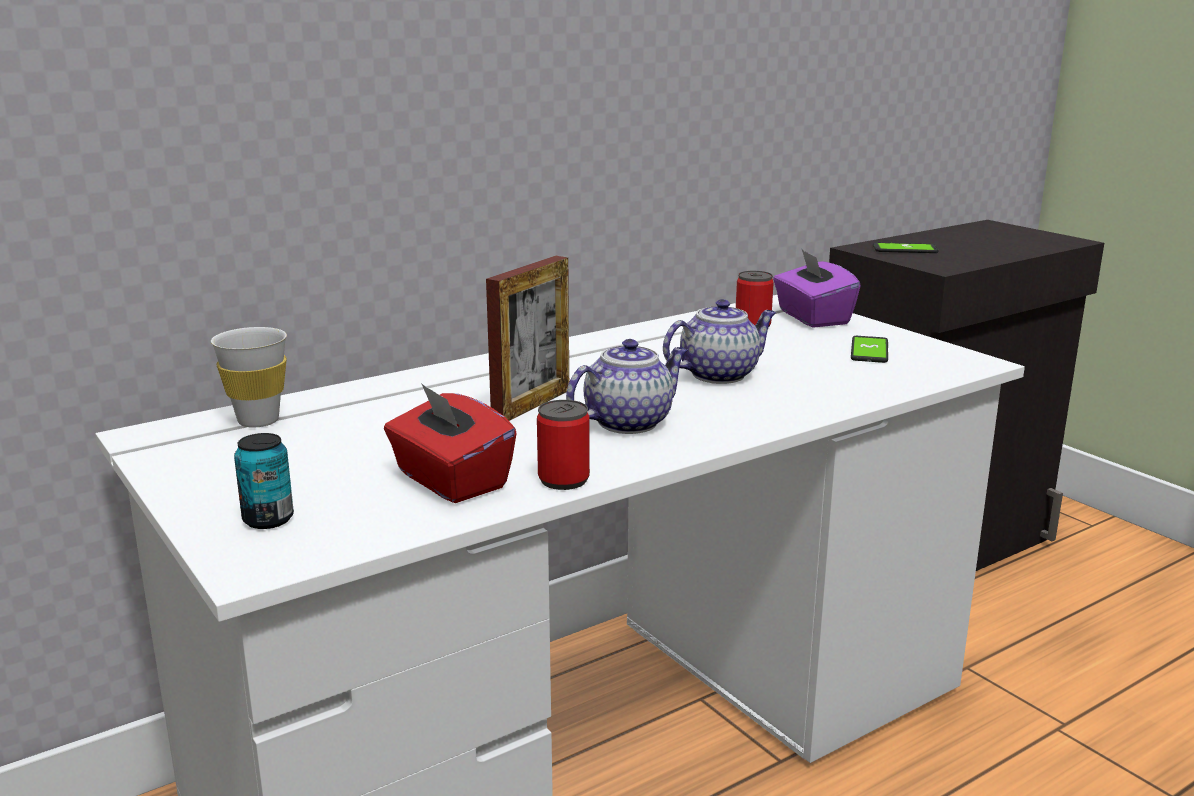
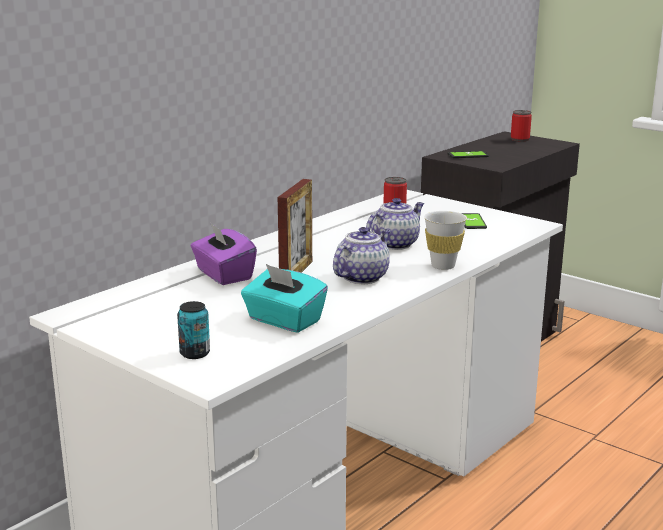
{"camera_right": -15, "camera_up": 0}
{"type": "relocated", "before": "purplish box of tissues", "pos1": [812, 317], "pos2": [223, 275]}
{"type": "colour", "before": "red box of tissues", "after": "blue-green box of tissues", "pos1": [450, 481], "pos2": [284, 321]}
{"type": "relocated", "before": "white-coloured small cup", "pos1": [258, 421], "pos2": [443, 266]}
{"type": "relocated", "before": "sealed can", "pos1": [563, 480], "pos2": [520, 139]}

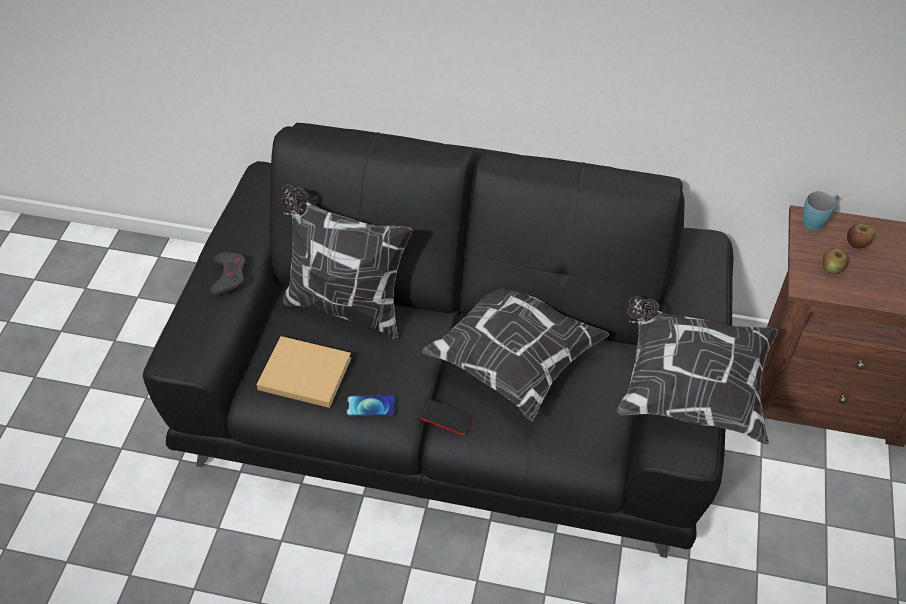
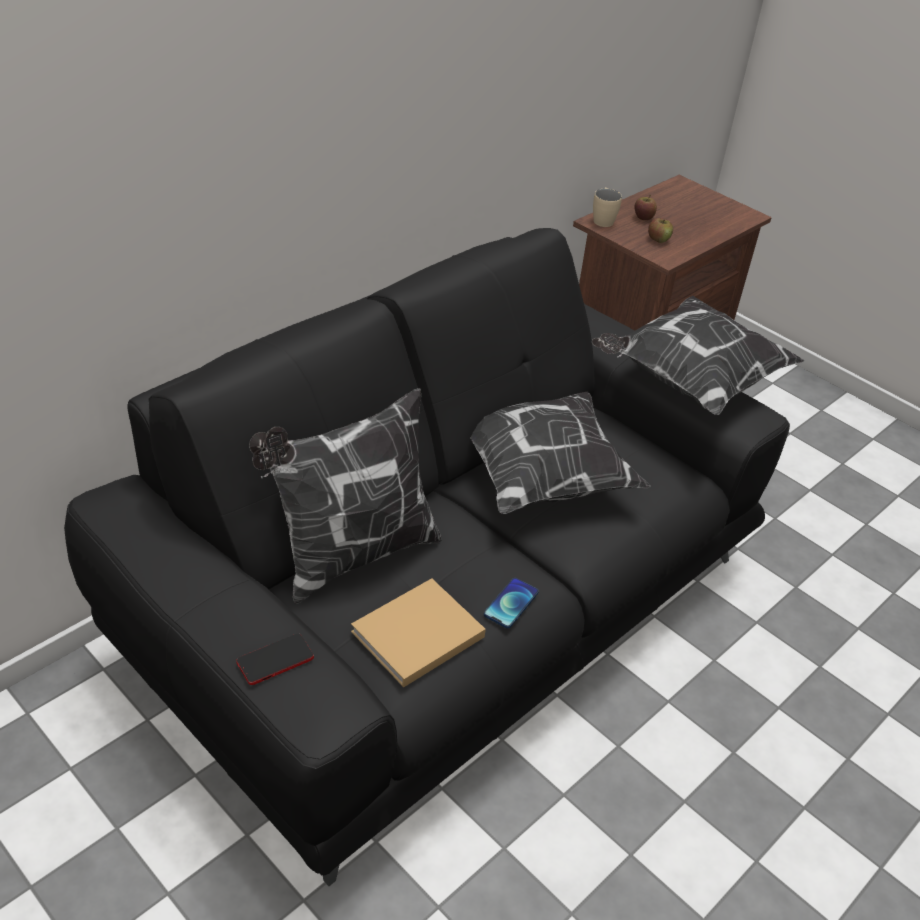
{"camera_right": -60, "camera_up": -10}
{"type": "relocated", "before": "handset", "pos1": [446, 418], "pos2": [275, 660]}
{"type": "colour", "before": "blue mug", "after": "sand-coloured mug", "pos1": [817, 220], "pos2": [603, 219]}
{"type": "missing", "before": "grey joypad", "pos1": [229, 276]}

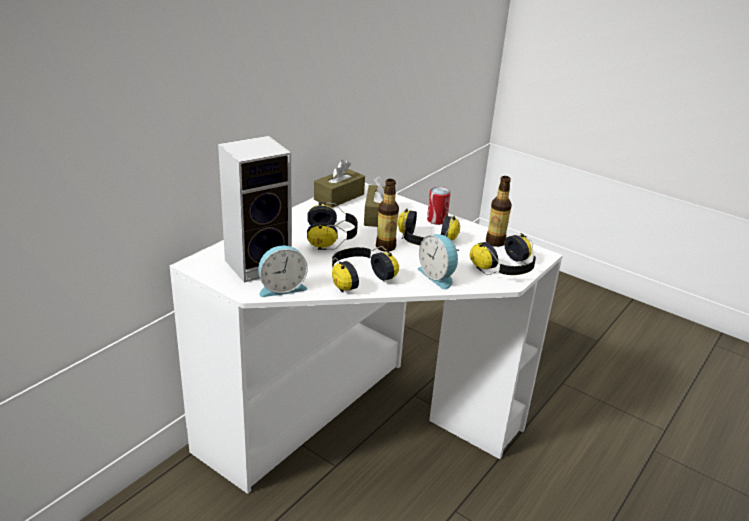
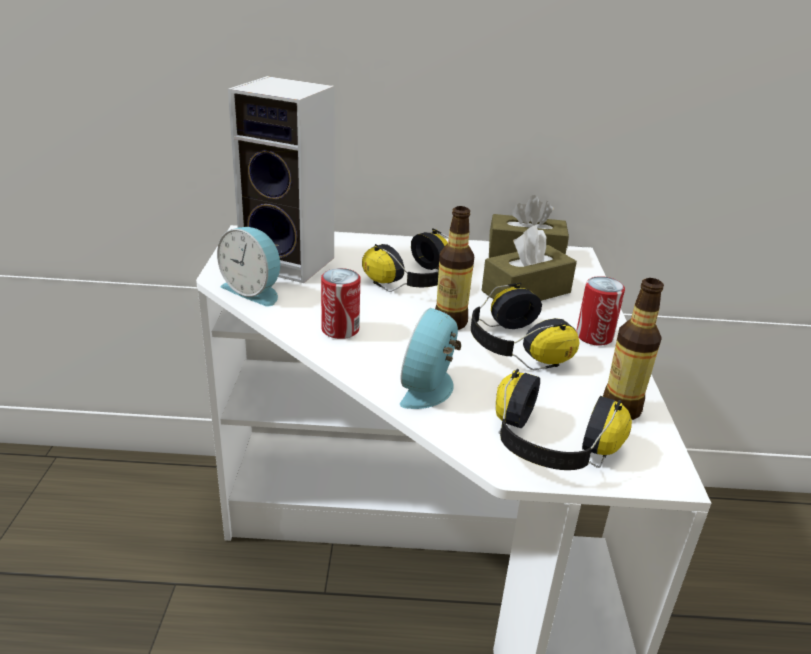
{"camera_right": 55, "camera_up": 0}
{"type": "exchanged", "before": "headphones", "after": "sealed can", "pos1": [358, 278], "pos2": [340, 329]}

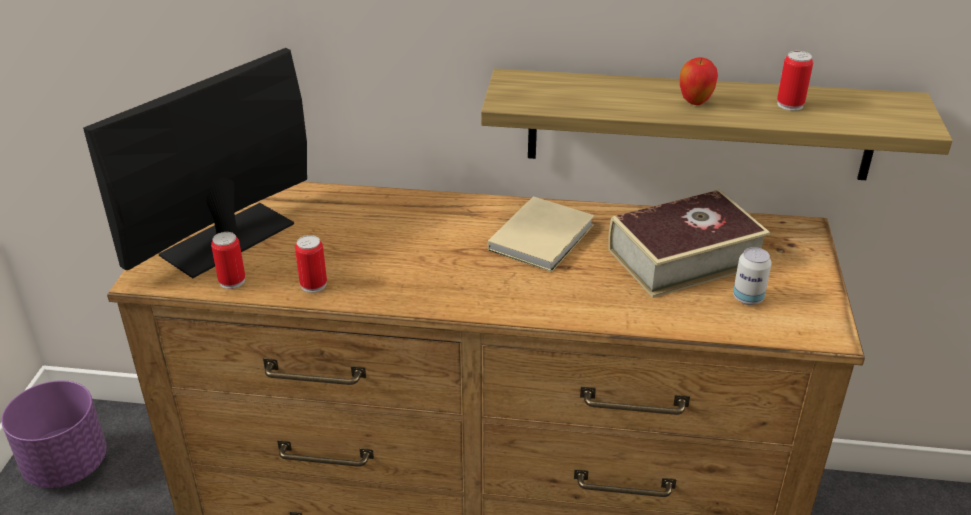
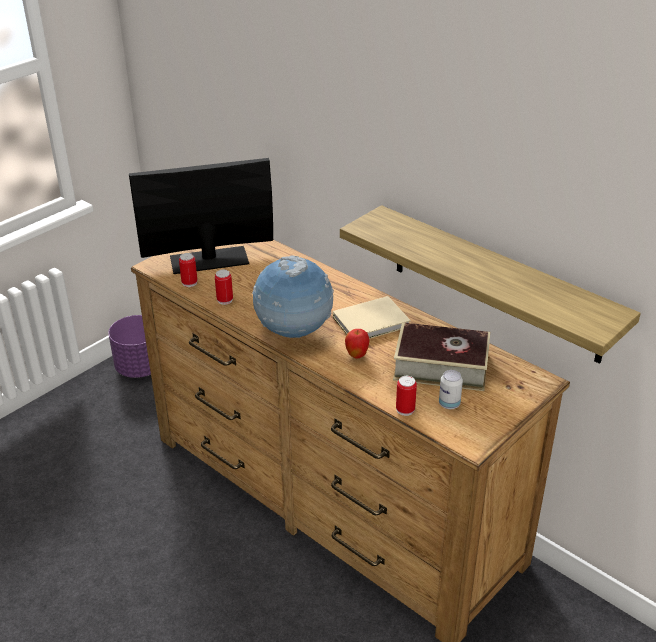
{"camera_right": 35, "camera_up": 0}
{"type": "appeared", "after": "world globe", "pos2": [294, 333]}
{"type": "relocated", "before": "apple fruit", "pos1": [695, 102], "pos2": [357, 355]}
{"type": "relocated", "before": "sealed can", "pos1": [790, 104], "pos2": [405, 409]}

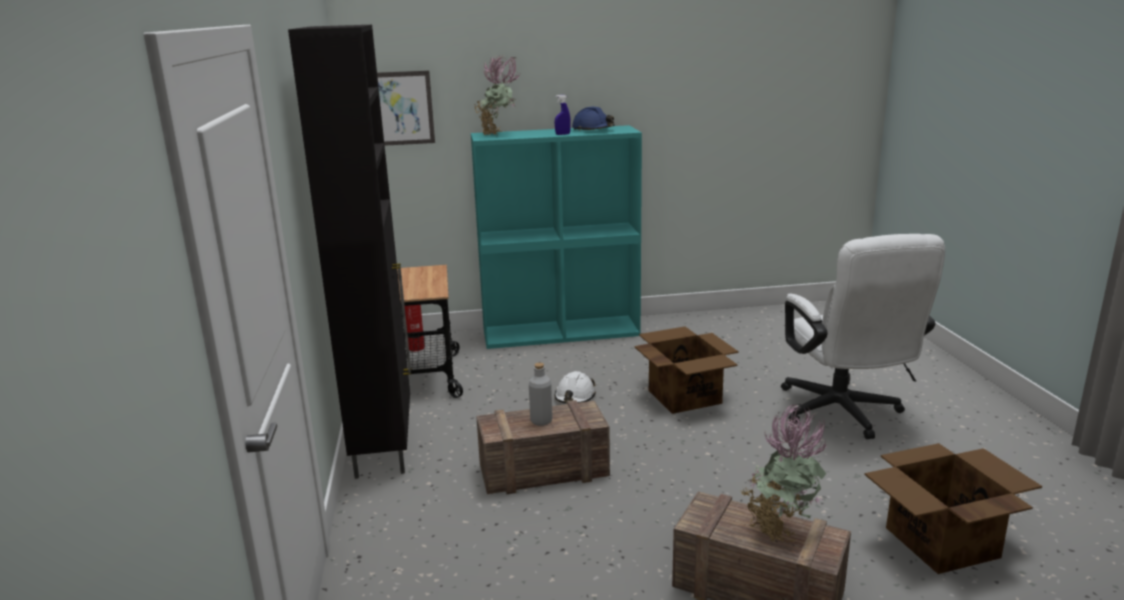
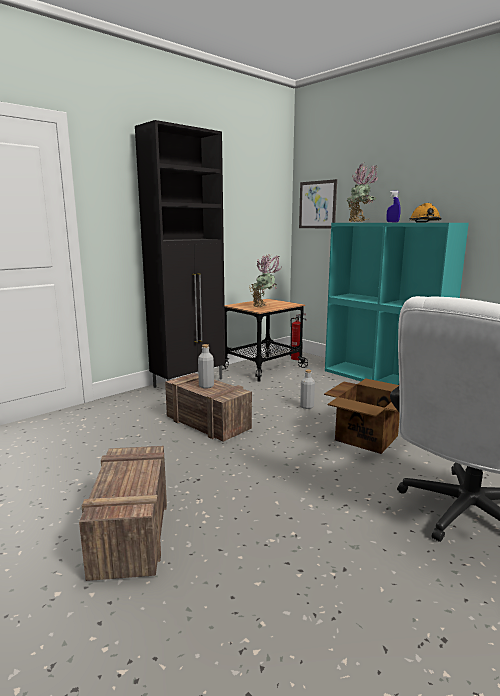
{"camera_right": 55, "camera_up": -5}
{"type": "relocated", "before": "plant in a pot", "pos1": [779, 529], "pos2": [264, 307]}
{"type": "exchanged", "before": "white-coloured hard hat", "after": "grey beverage bottle", "pos1": [575, 397], "pos2": [307, 406]}
{"type": "colour", "before": "blue hard hat", "after": "orangey hard hat", "pos1": [593, 130], "pos2": [425, 222]}
{"type": "missing", "before": "cardboard box", "pos1": [940, 542]}

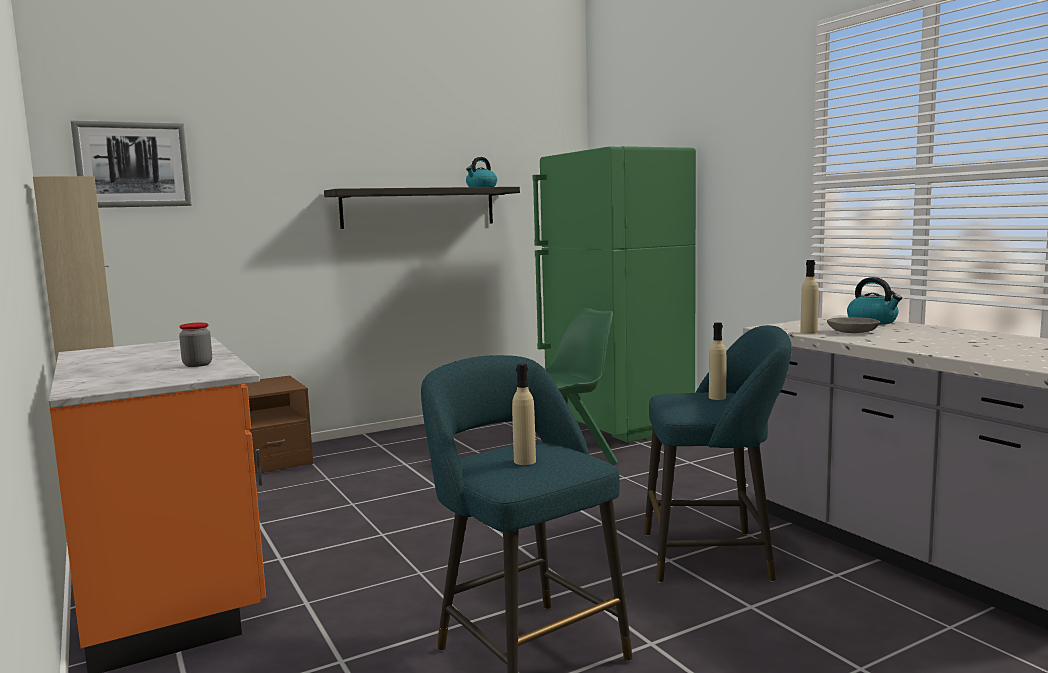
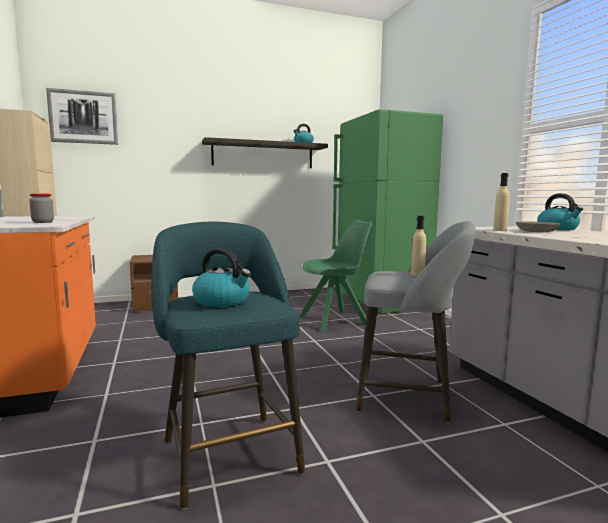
{"camera_right": 10, "camera_up": 0}
{"type": "exchanged", "before": "sand-coloured beverage bottle", "after": "kettle", "pos1": [524, 461], "pos2": [223, 301]}
{"type": "colour", "before": "blue-green stool seat", "after": "grey stool seat", "pos1": [714, 556], "pos2": [409, 397]}

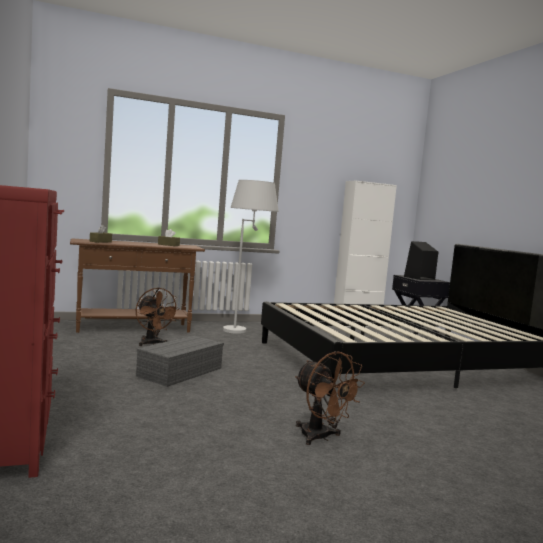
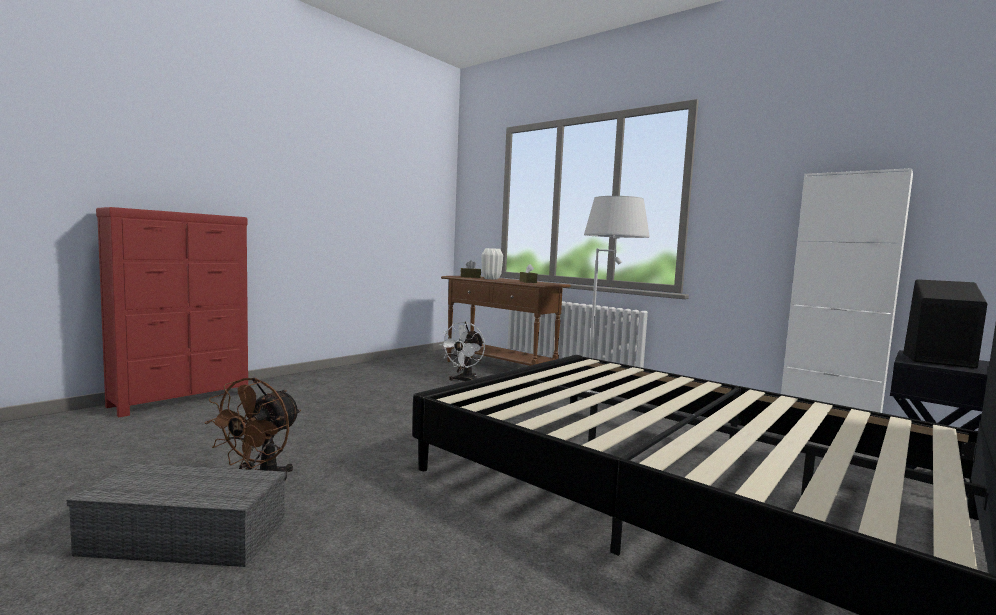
{"camera_right": 60, "camera_up": 0}
{"type": "relocated", "before": "grey storage container", "pos1": [180, 371], "pos2": [189, 536]}
{"type": "colour", "before": "brownish fan", "after": "white-coloured fan", "pos1": [152, 344], "pos2": [464, 381]}
{"type": "appeared", "after": "white-coloured decorative vase", "pos2": [491, 279]}

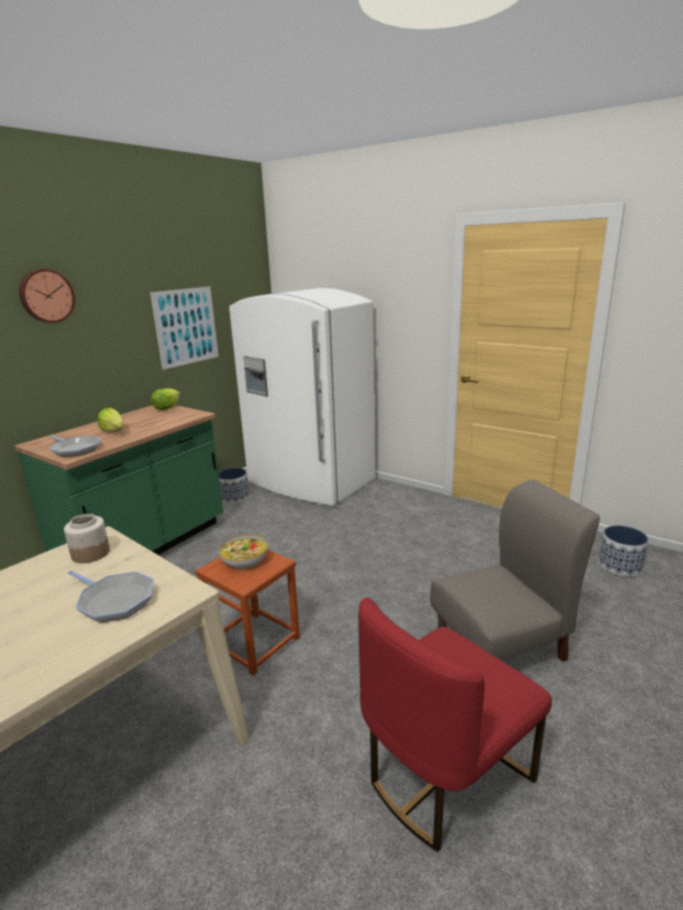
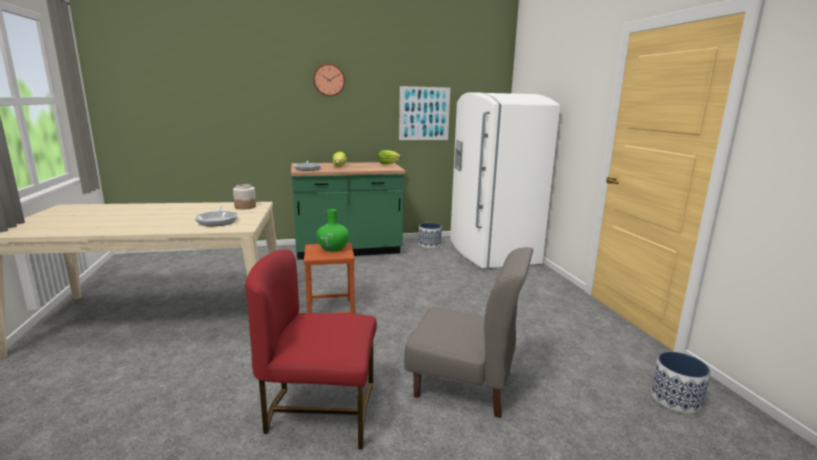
{"camera_right": 40, "camera_up": -5}
{"type": "exchanged", "before": "bowl", "after": "green decorative vase", "pos1": [245, 560], "pos2": [333, 248]}

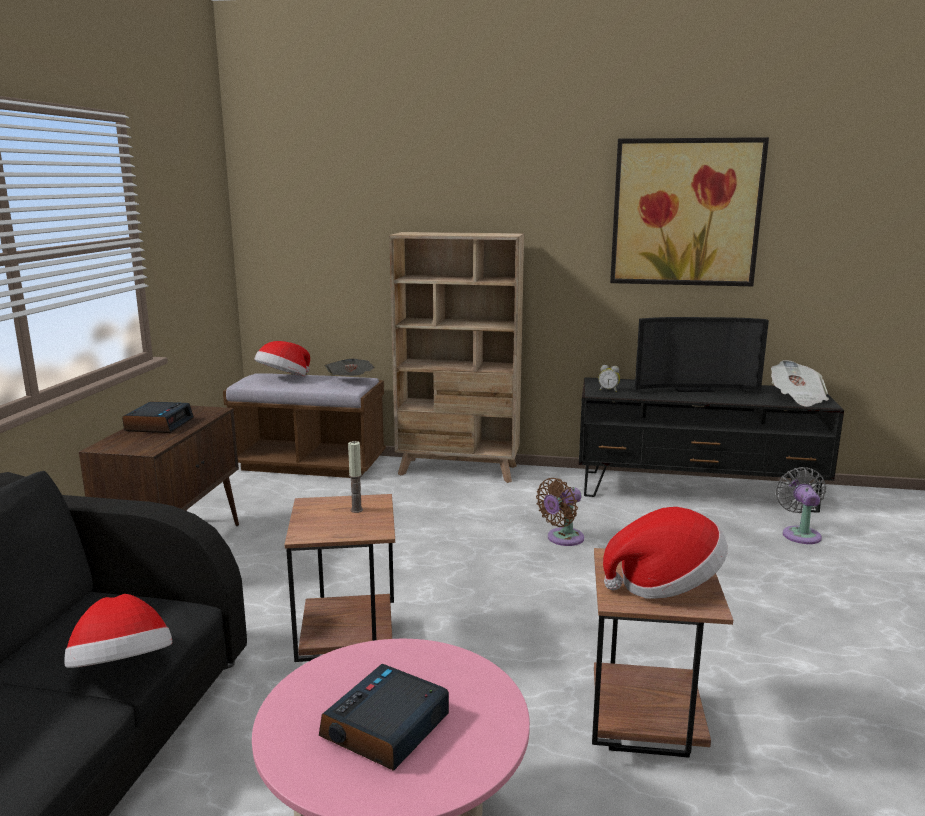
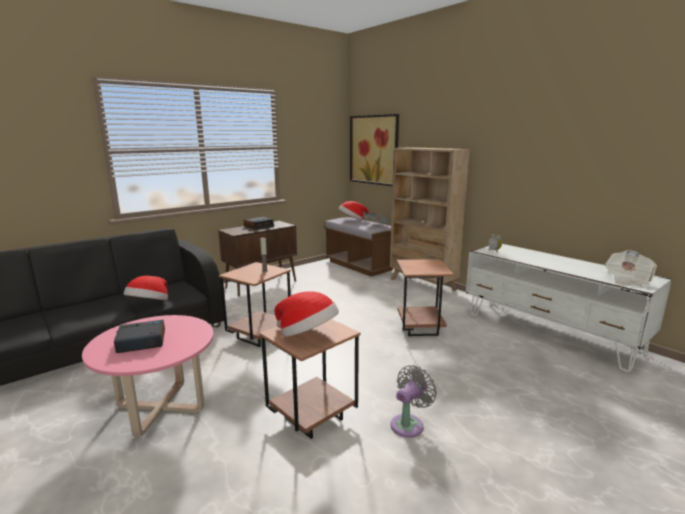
{"camera_right": 40, "camera_up": 0}
{"type": "relocated", "before": "wall picture", "pos1": [685, 212], "pos2": [374, 150]}
{"type": "relocated", "before": "grey fan", "pos1": [800, 534], "pos2": [409, 424]}
{"type": "exchanged", "before": "brownish fan", "after": "brownish end table", "pos1": [562, 539], "pos2": [421, 329]}
{"type": "colour", "before": "black-coloured tv stand", "after": "white-coloured tv stand", "pos1": [696, 491], "pos2": [549, 332]}
{"type": "missing", "before": "television", "pos1": [692, 389]}

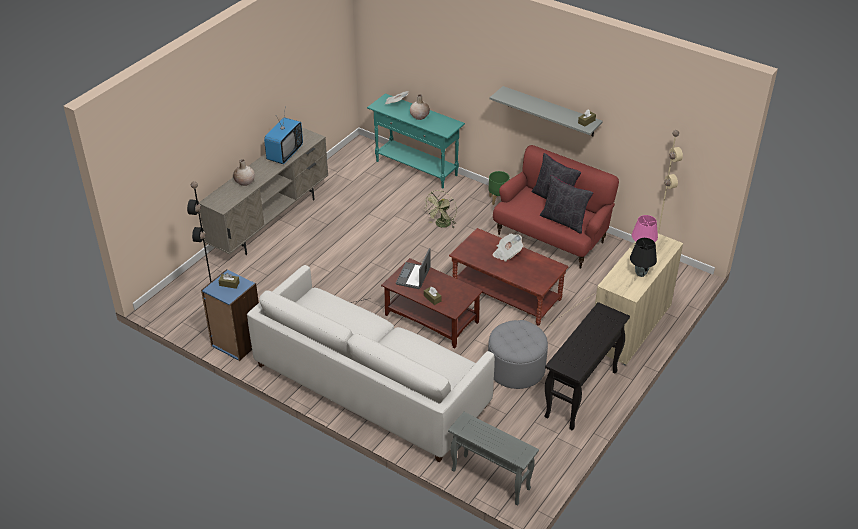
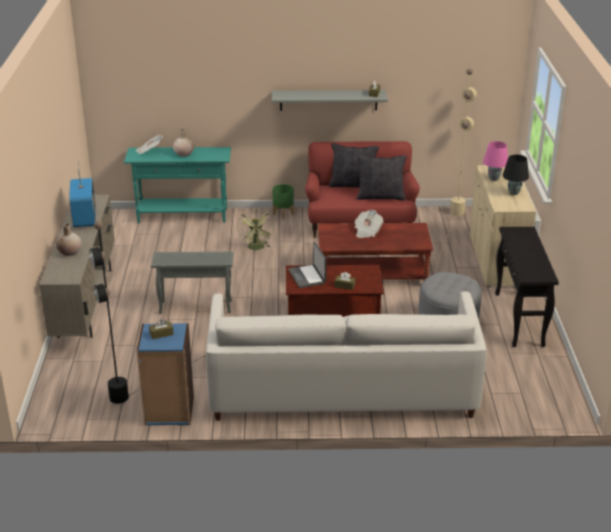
{"camera_right": -35, "camera_up": -10}
{"type": "relocated", "before": "grey end table", "pos1": [490, 479], "pos2": [195, 307]}

